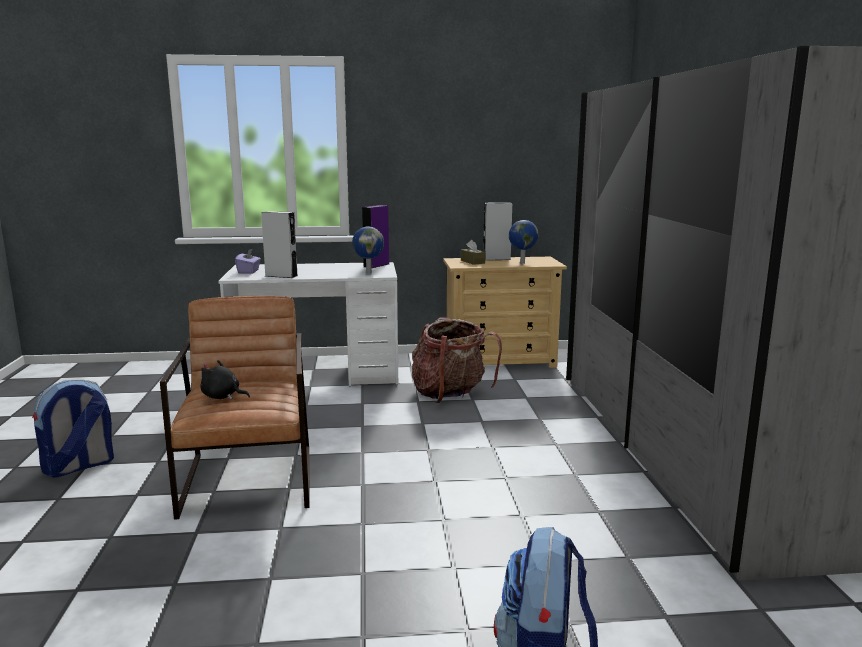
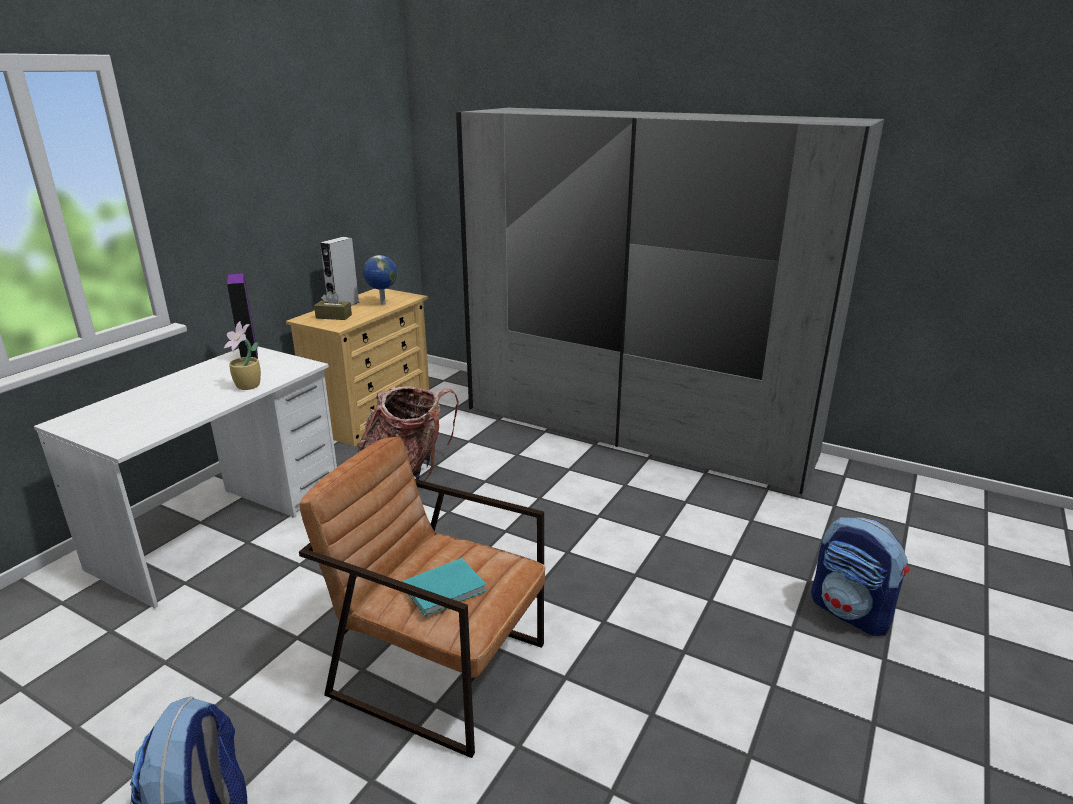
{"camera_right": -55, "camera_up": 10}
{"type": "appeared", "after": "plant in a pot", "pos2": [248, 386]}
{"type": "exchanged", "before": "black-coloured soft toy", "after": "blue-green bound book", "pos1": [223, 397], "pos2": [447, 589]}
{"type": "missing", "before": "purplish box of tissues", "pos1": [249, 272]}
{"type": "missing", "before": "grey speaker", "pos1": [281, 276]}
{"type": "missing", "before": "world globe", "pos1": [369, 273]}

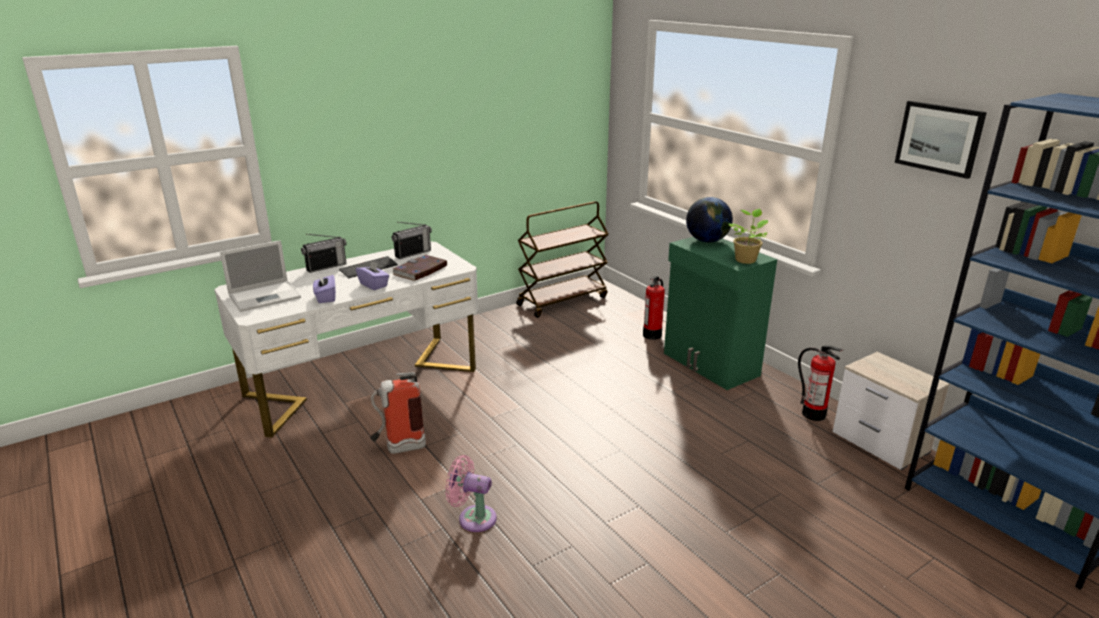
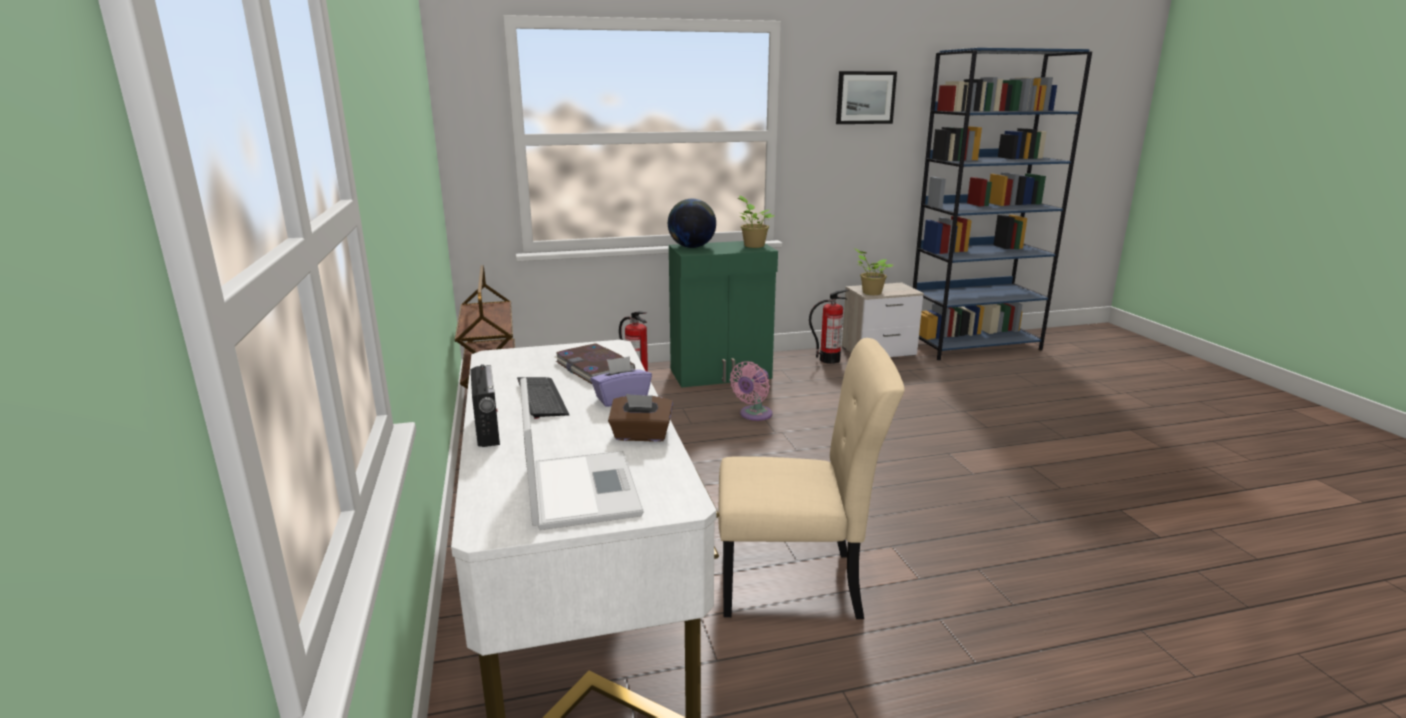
{"camera_right": -70, "camera_up": -5}
{"type": "colour", "before": "purplish box of tissues", "after": "brownish box of tissues", "pos1": [326, 297], "pos2": [641, 435]}
{"type": "exchanged", "before": "fire extinguisher", "after": "sand-coloured plain chair", "pos1": [398, 449], "pos2": [796, 584]}
{"type": "relocated", "before": "pinkish fan", "pos1": [473, 518], "pos2": [753, 415]}
{"type": "appeared", "after": "plant in a pot", "pos2": [870, 293]}
{"type": "missing", "before": "radio set", "pos1": [413, 253]}

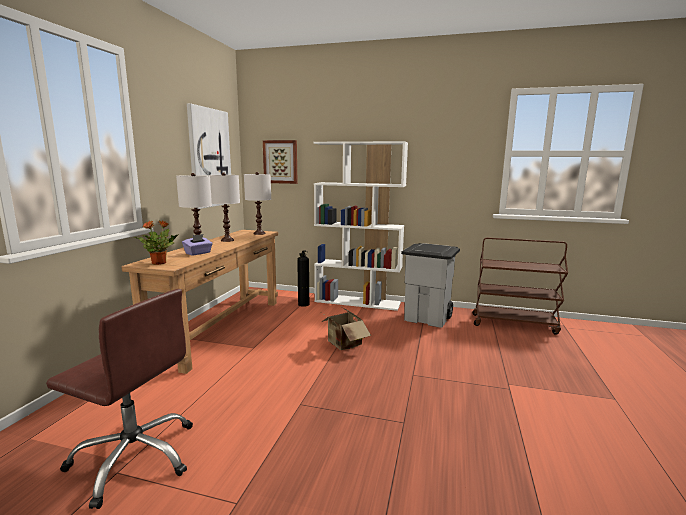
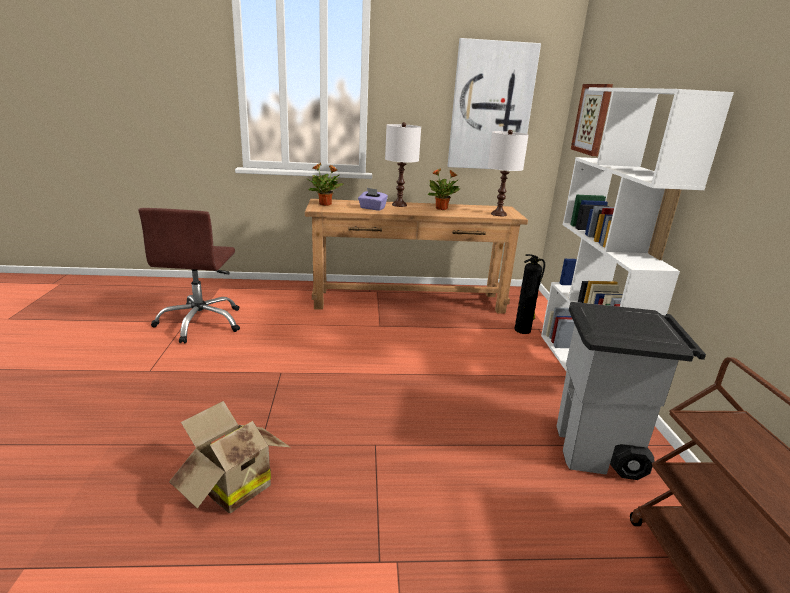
{"camera_right": 70, "camera_up": 10}
{"type": "relocated", "before": "cardboard box", "pos1": [342, 344], "pos2": [231, 486]}
{"type": "exchanged", "before": "white-coloured lamp for a table", "after": "plant in a pot", "pos1": [227, 240], "pos2": [442, 209]}

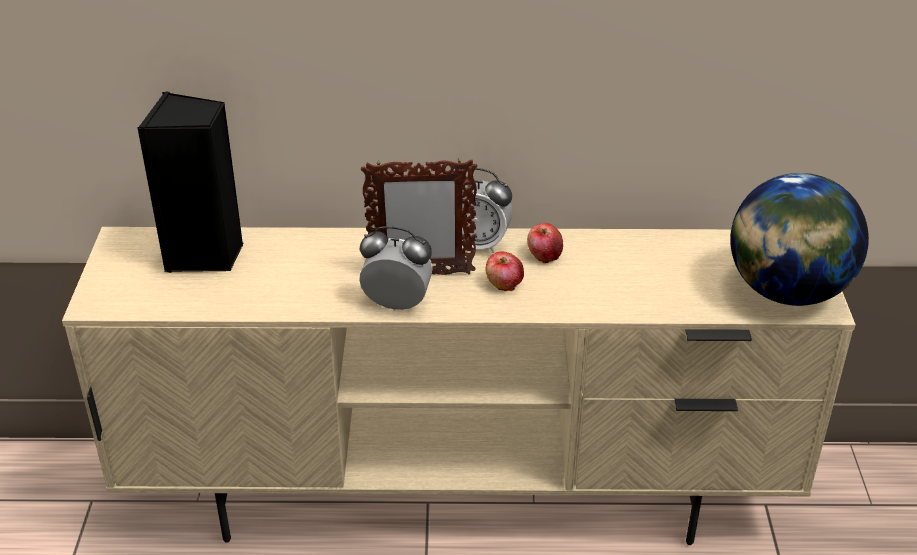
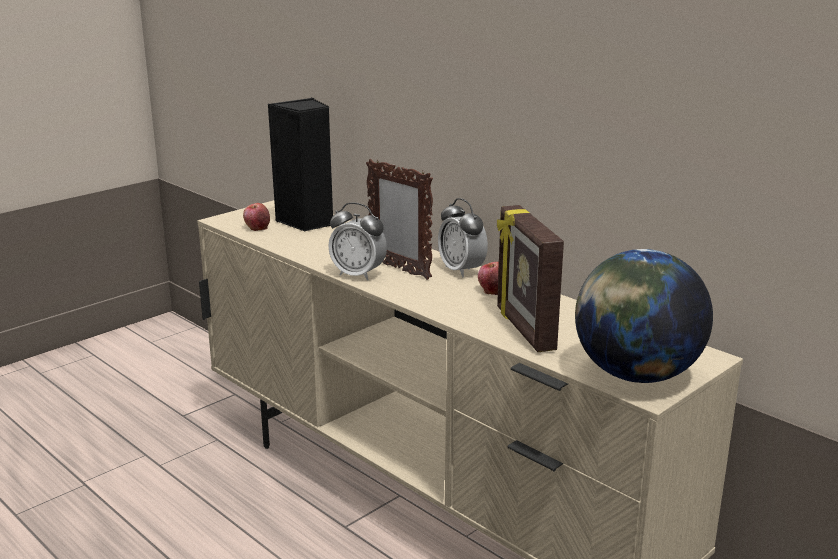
{"camera_right": 45, "camera_up": -15}
{"type": "relocated", "before": "apple fruit", "pos1": [504, 284], "pos2": [257, 227]}
{"type": "spun", "before": "table clock", "pos1": [397, 304], "pos2": [358, 275], "turn": 150}
{"type": "appeared", "after": "picture frame", "pos2": [523, 329]}

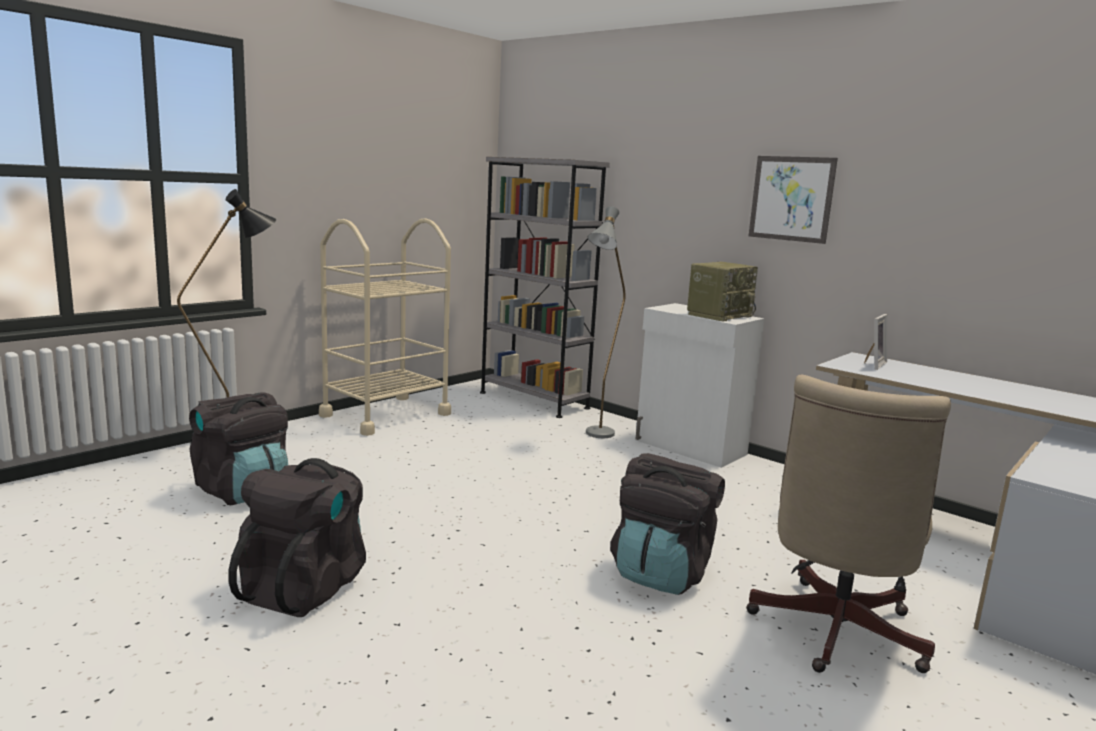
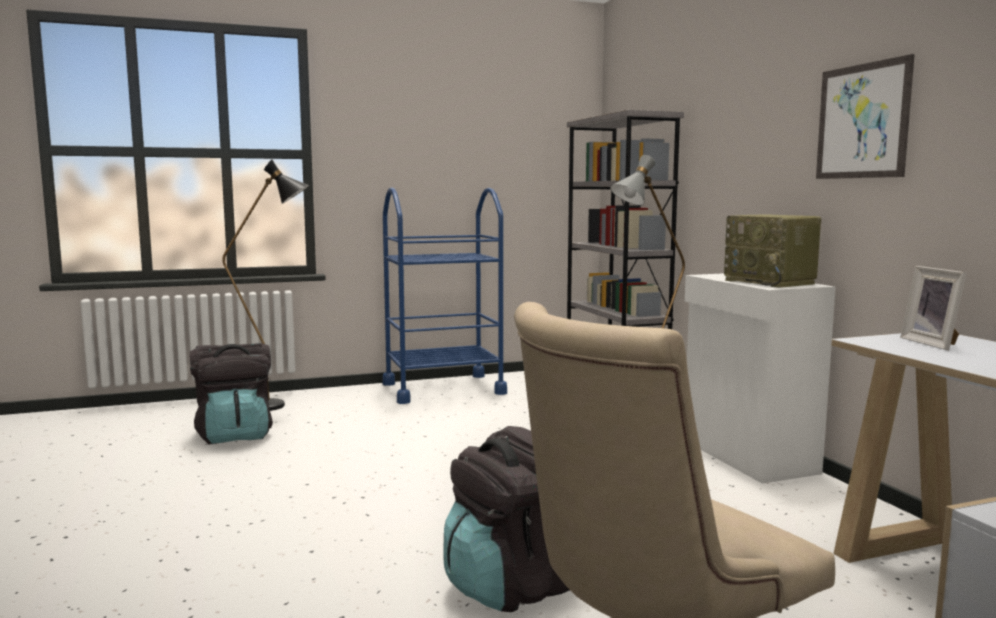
{"camera_right": 30, "camera_up": -5}
{"type": "colour", "before": "sand-coloured cart", "after": "blue cart", "pos1": [385, 415], "pos2": [443, 388]}
{"type": "spun", "before": "radio set", "pos1": [719, 315], "pos2": [771, 282], "turn": 75}
{"type": "spun", "before": "picture frame", "pos1": [872, 364], "pos2": [934, 343], "turn": 105}
{"type": "missing", "before": "black-coloured knapsack", "pos1": [305, 587]}

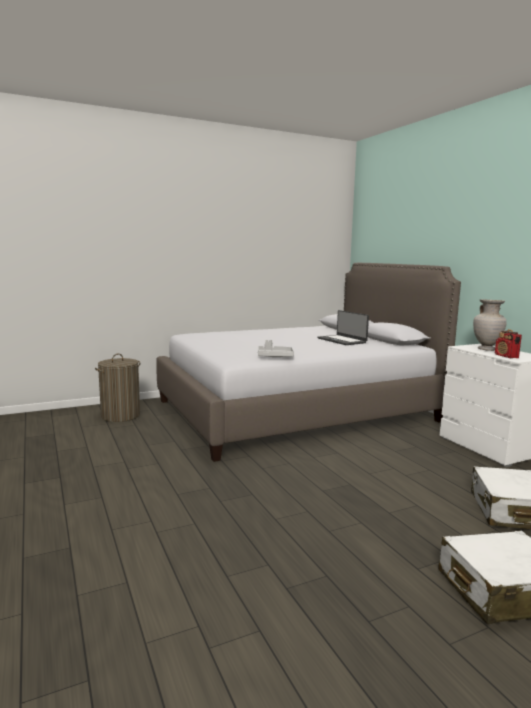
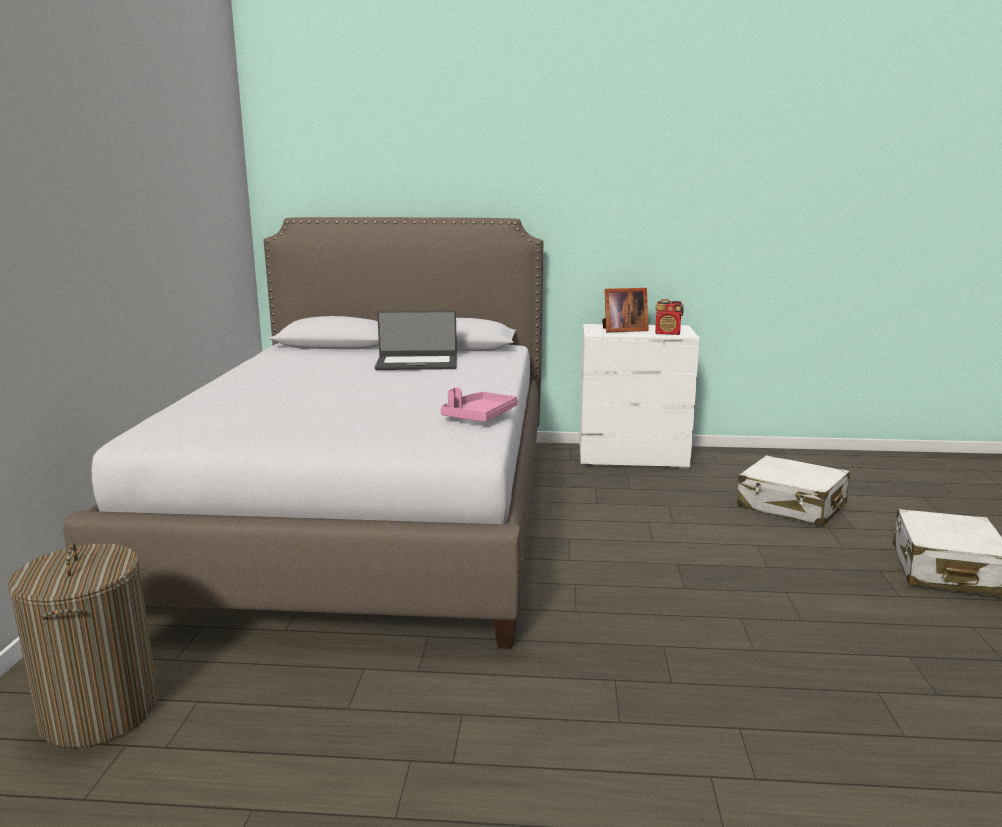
{"camera_right": -60, "camera_up": 5}
{"type": "colour", "before": "grey carrying tray", "after": "pinkish carrying tray", "pos1": [274, 356], "pos2": [479, 416]}
{"type": "exchanged", "before": "sand-coloured decorative vase", "after": "picture frame", "pos1": [486, 349], "pos2": [622, 330]}

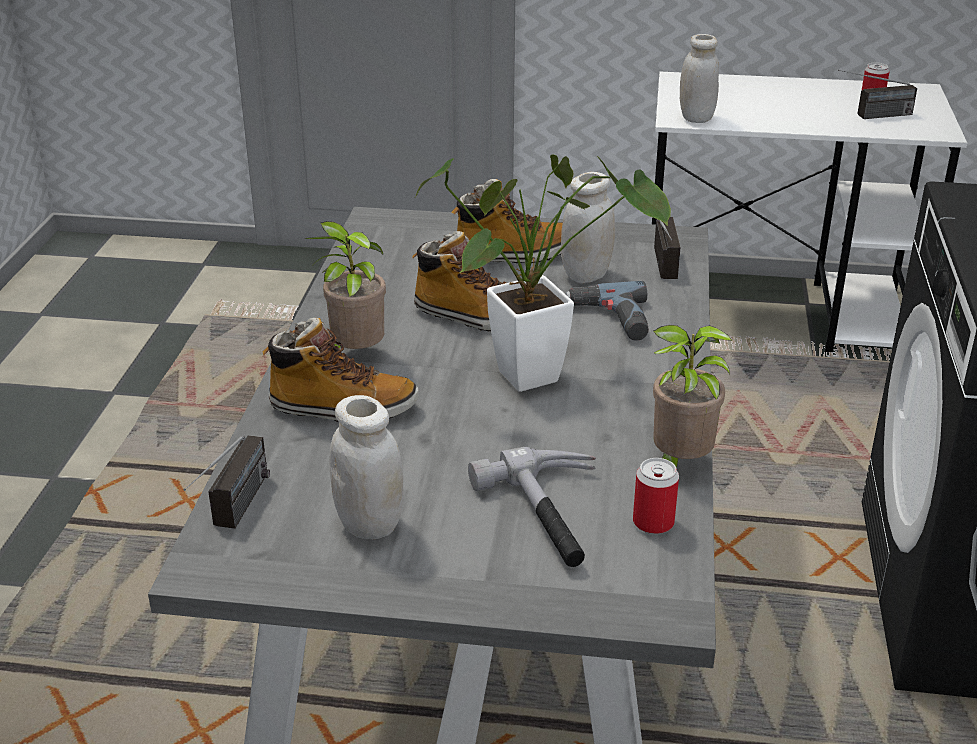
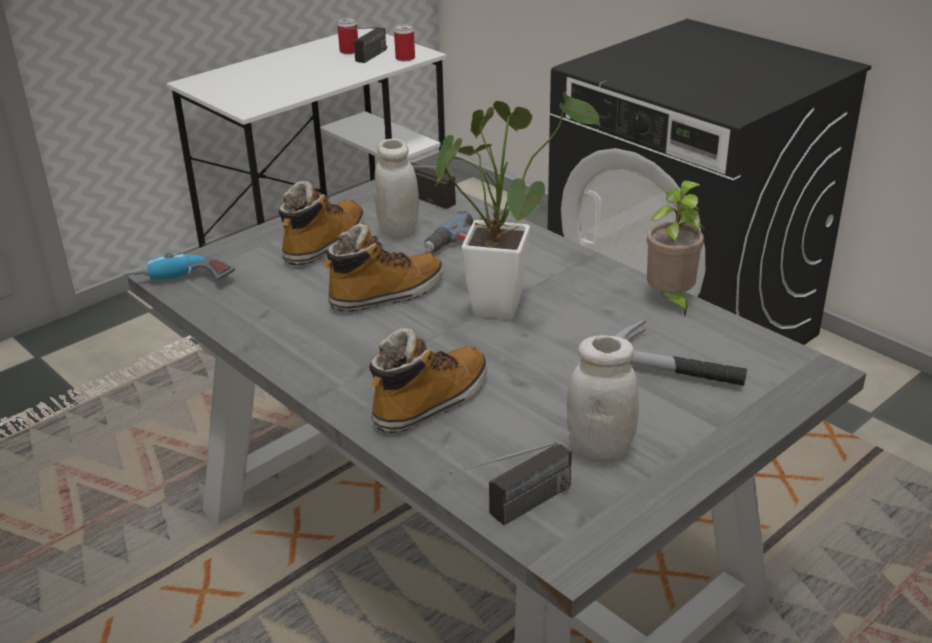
{"camera_right": -50, "camera_up": 0}
{"type": "appeared", "after": "electric drill", "pos2": [181, 283]}
{"type": "relocated", "before": "sealed can", "pos1": [653, 522], "pos2": [405, 58]}
{"type": "spun", "before": "radio set", "pos1": [234, 514], "pos2": [513, 512], "turn": 90}
{"type": "missing", "before": "plant in a pot", "pos1": [354, 355]}
{"type": "missing", "before": "white-coloured storage jar", "pos1": [696, 118]}

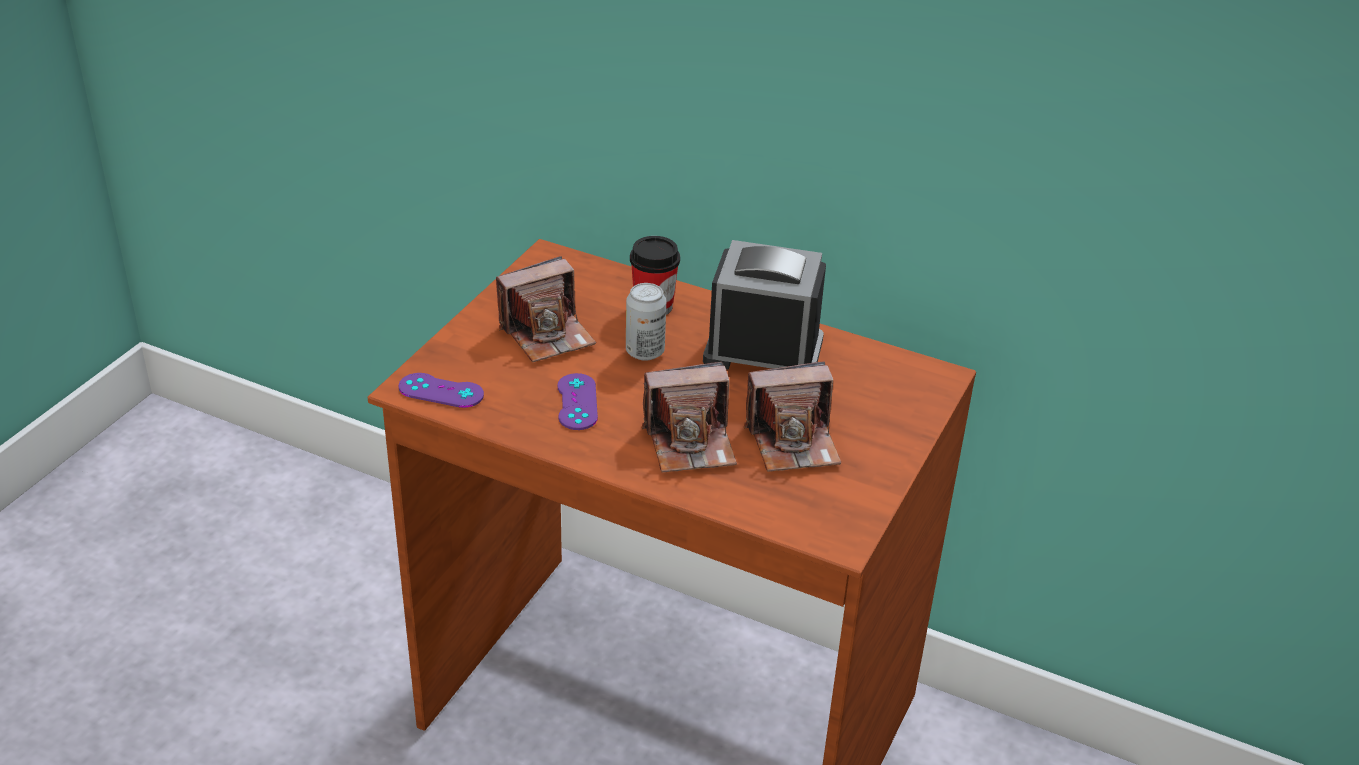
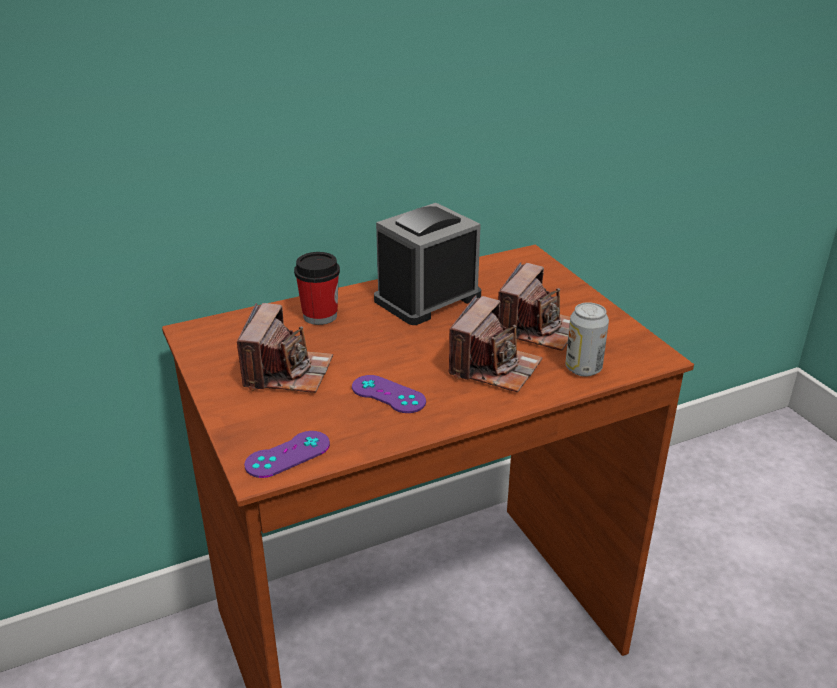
{"camera_right": -50, "camera_up": -5}
{"type": "relocated", "before": "sealed can", "pos1": [645, 351], "pos2": [583, 368]}

